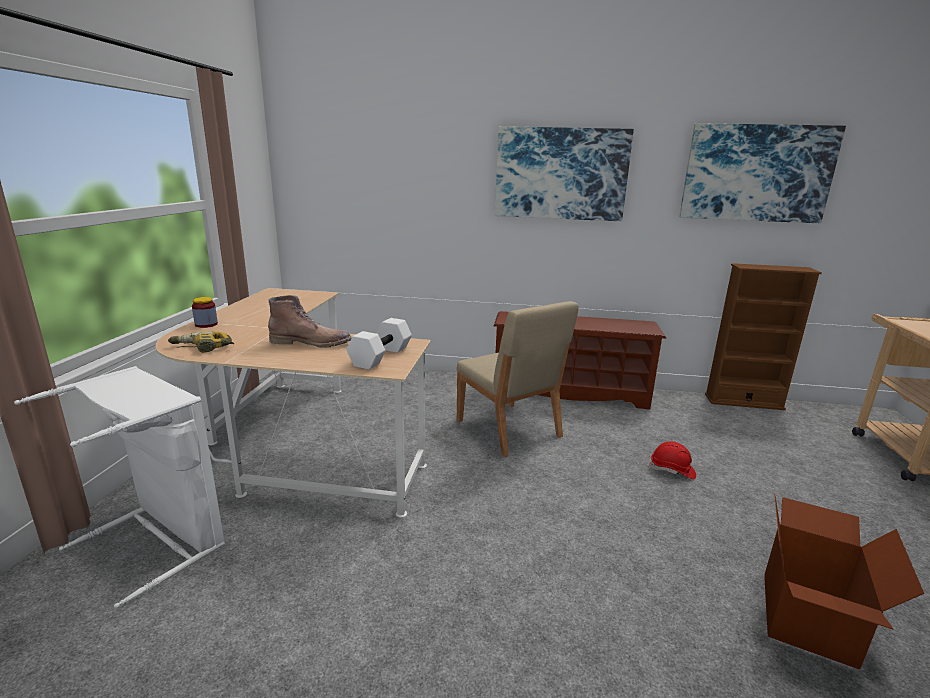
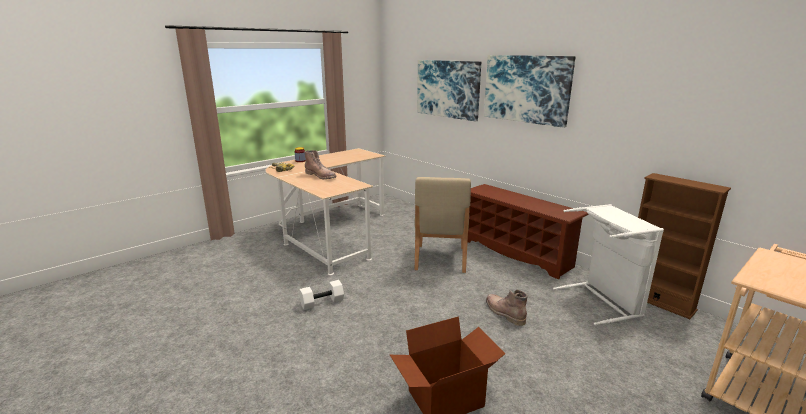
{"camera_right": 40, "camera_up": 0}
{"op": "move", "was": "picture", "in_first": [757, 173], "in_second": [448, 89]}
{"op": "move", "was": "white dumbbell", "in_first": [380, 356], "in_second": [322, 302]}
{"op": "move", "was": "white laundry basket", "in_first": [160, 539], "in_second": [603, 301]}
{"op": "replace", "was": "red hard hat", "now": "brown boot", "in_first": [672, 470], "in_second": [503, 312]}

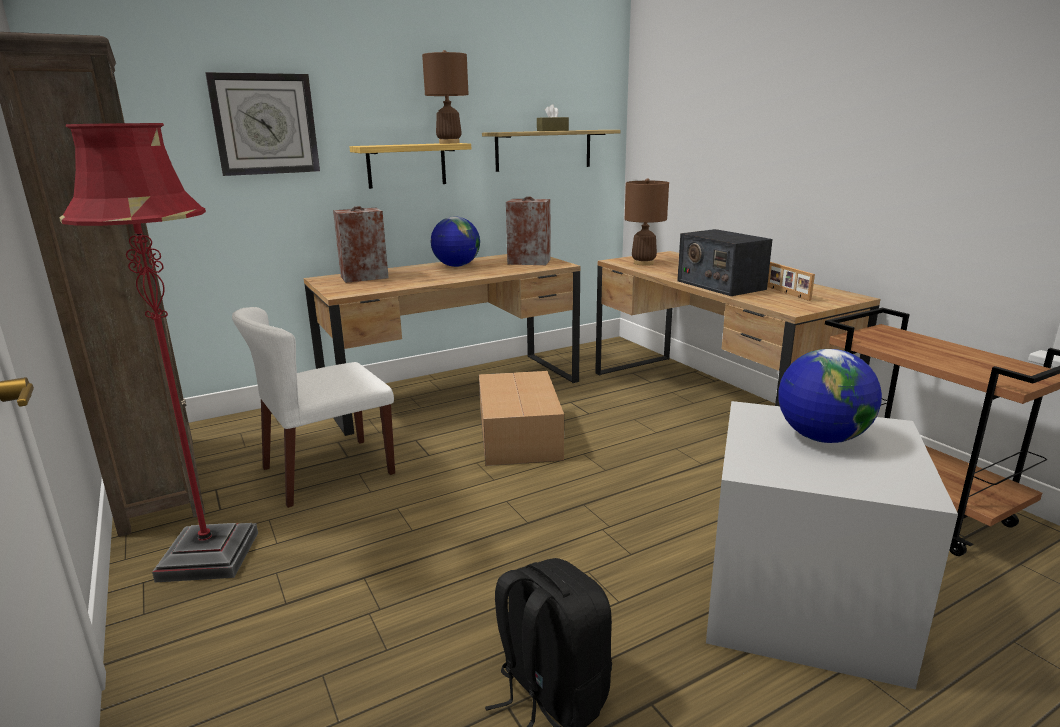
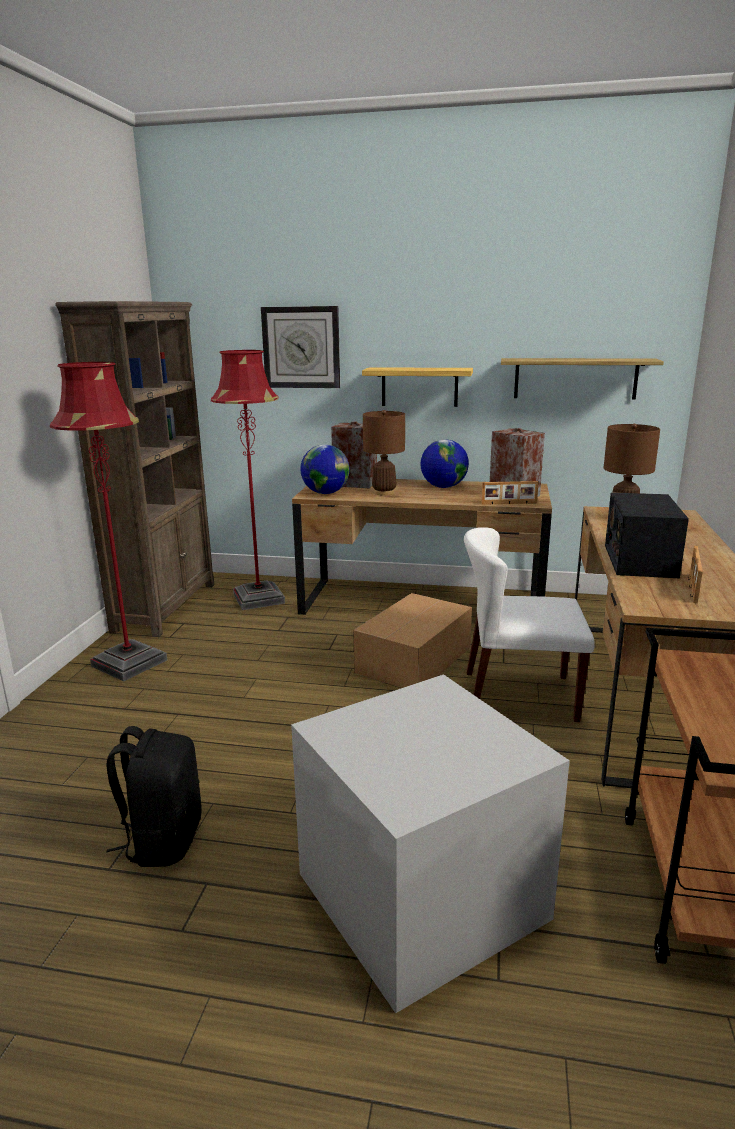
{"camera_right": 40, "camera_up": 0}
{"op": "move", "was": "brown table lamp", "in_first": [449, 143], "in_second": [384, 493]}
{"op": "delete", "was": "brown tissue box", "in_first": [552, 130]}
{"op": "move", "was": "white chair", "in_first": [327, 471], "in_second": [518, 696]}
{"op": "move", "was": "globe", "in_first": [821, 437], "in_second": [325, 493]}
{"op": "insert", "now": "red floor lamp", "in_second": [259, 599]}
{"op": "insert", "now": "picture frame", "in_second": [509, 503]}

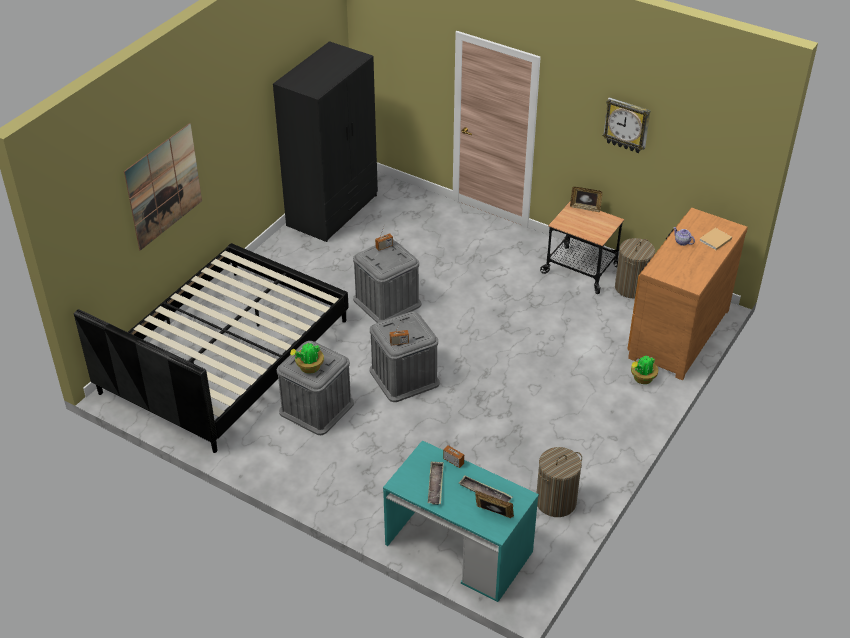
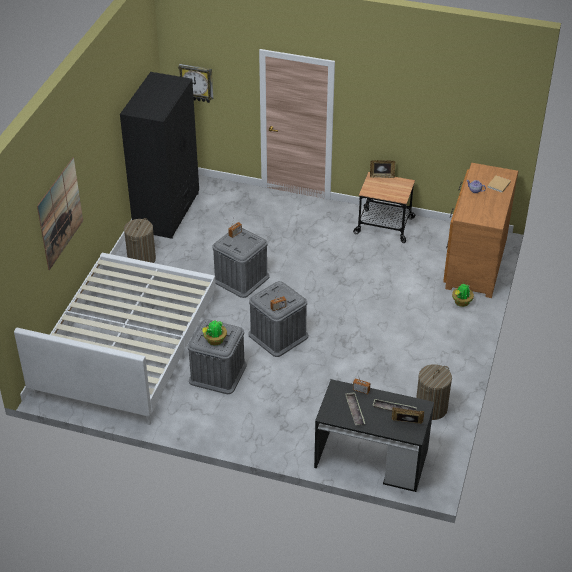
{"camera_right": -15, "camera_up": 0}
{"op": "move", "was": "wall clock", "in_first": [627, 125], "in_second": [196, 82]}
{"op": "move", "was": "laundry basket", "in_first": [631, 287], "in_second": [141, 259]}
{"op": "recolor", "was": "black bed", "now": "white bed", "in_first": [225, 356], "in_second": [126, 346]}
{"op": "recolor", "was": "turquoise desk", "now": "black desk", "in_first": [458, 548], "in_second": [371, 458]}

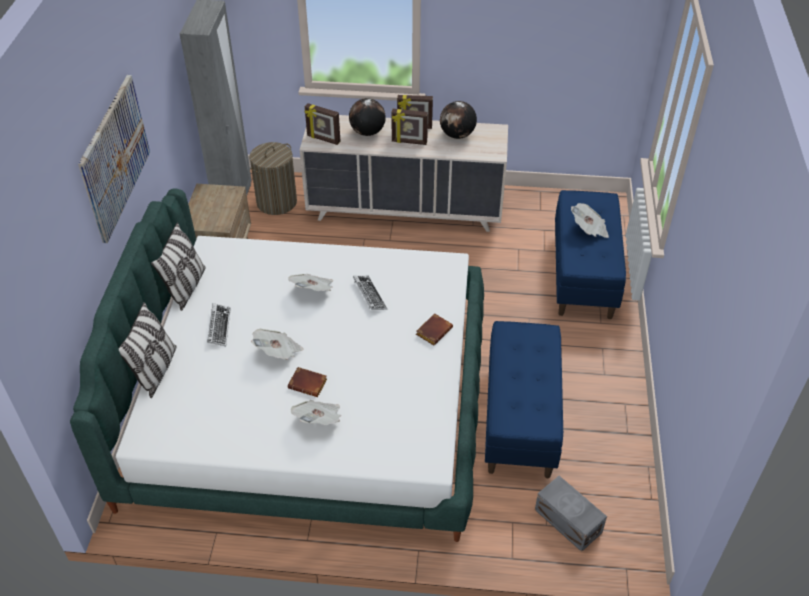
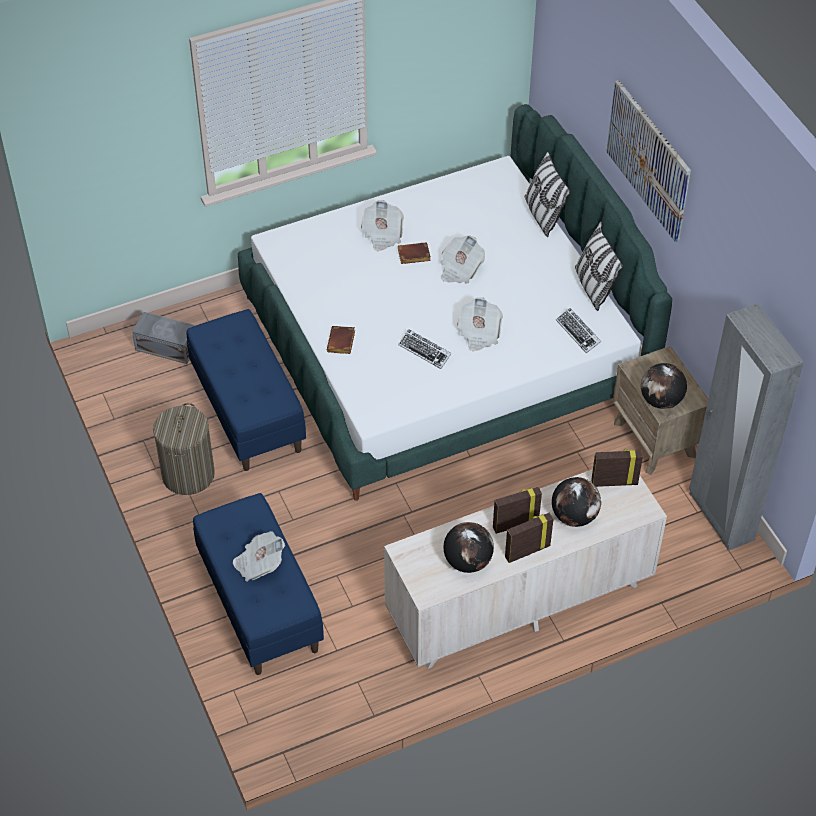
{"camera_right": 150, "camera_up": 5}
{"op": "move", "was": "laundry basket", "in_first": [276, 202], "in_second": [188, 474]}
{"op": "move", "was": "keyboard", "in_first": [219, 327], "in_second": [578, 333]}
{"op": "insert", "now": "globe", "in_second": [661, 401]}

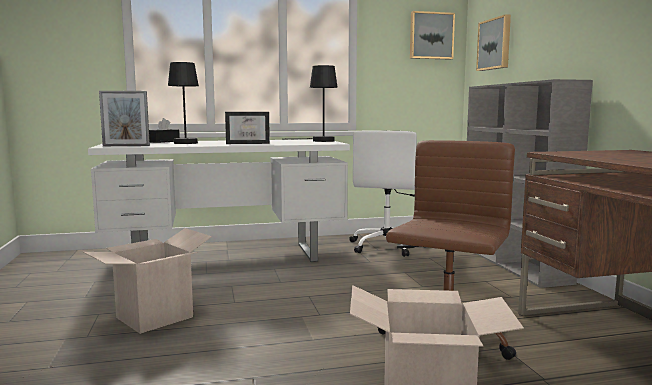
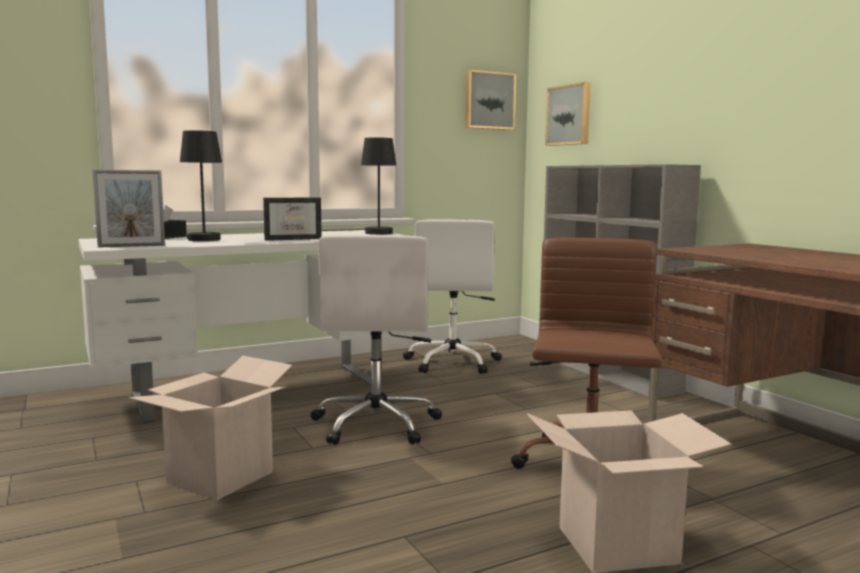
{"camera_right": -15, "camera_up": 0}
{"op": "insert", "now": "white office chair", "in_second": [376, 424]}

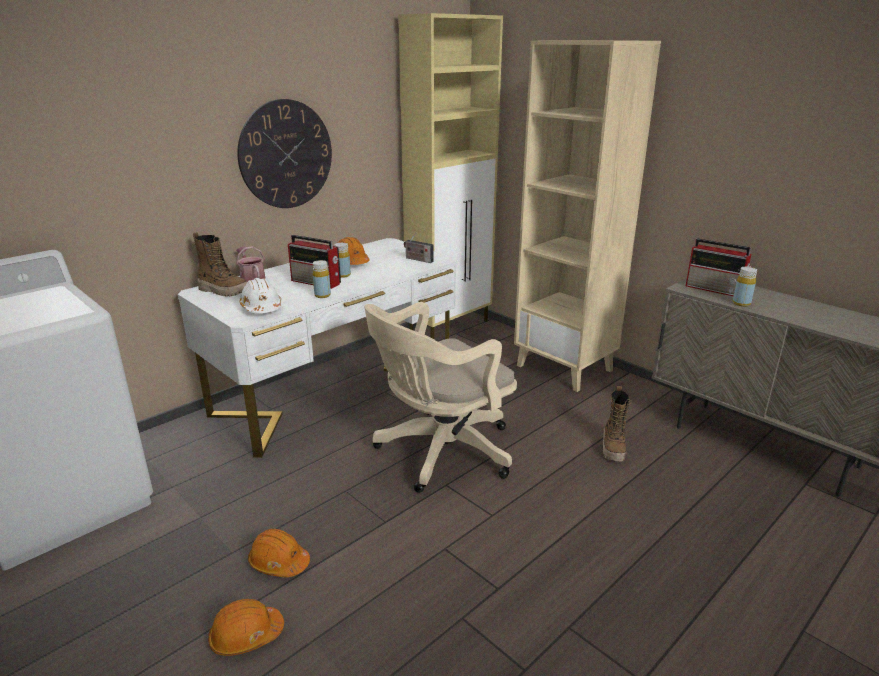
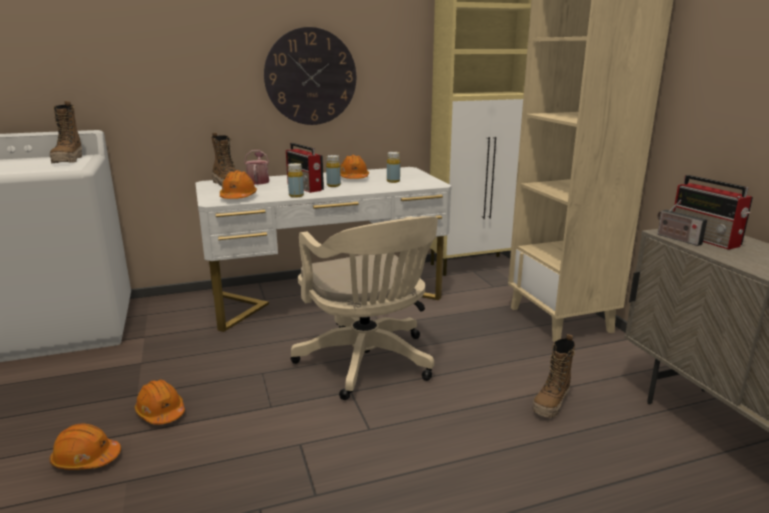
{"camera_right": 25, "camera_up": -5}
{"op": "move", "was": "radio", "in_first": [418, 259], "in_second": [676, 239]}
{"op": "move", "was": "yellow bottle", "in_first": [741, 303], "in_second": [393, 181]}
{"op": "recolor", "was": "white hard hat", "now": "orange hard hat", "in_first": [261, 307], "in_second": [238, 197]}
{"op": "rotate", "was": "beige office chair", "in_first": [439, 453], "in_second": [368, 364], "clockwise": -105}
{"op": "insert", "now": "boot", "in_second": [69, 161]}

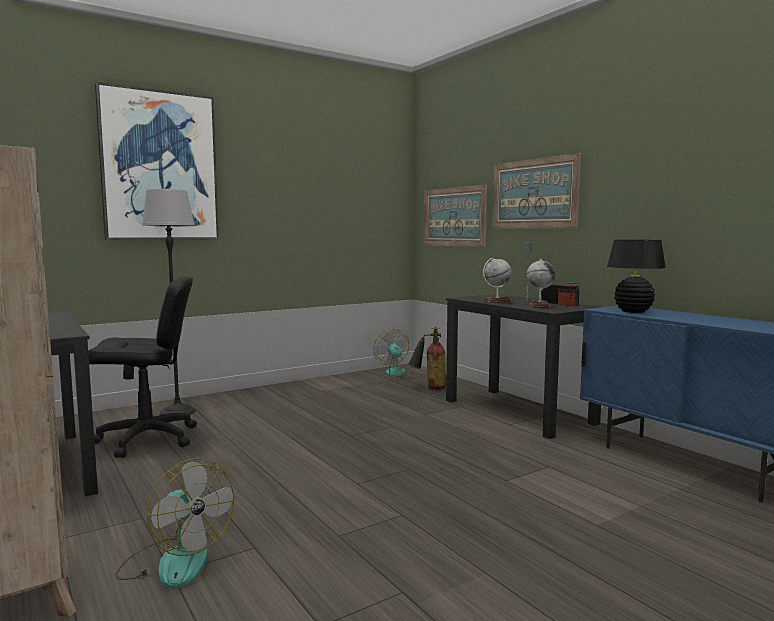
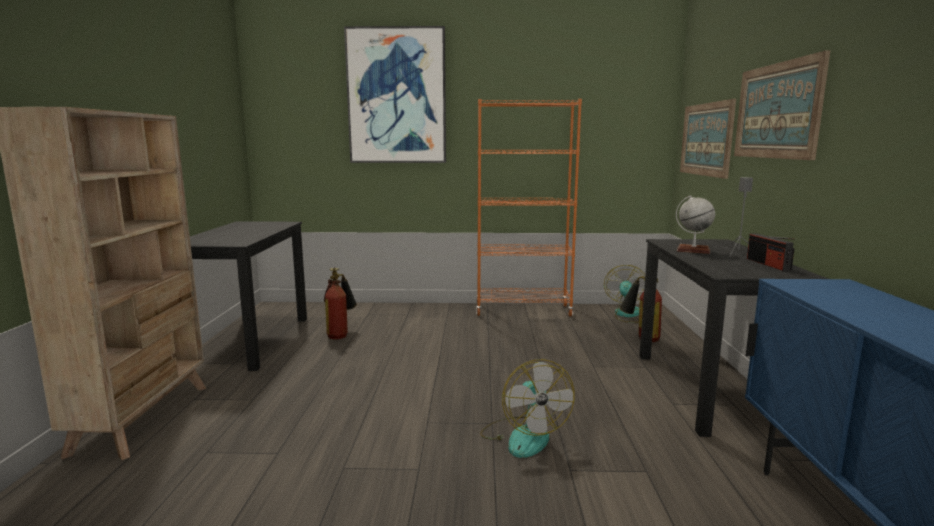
{"camera_right": 35, "camera_up": 5}
{"op": "delete", "was": "floor lamp", "in_first": [178, 412]}
{"op": "delete", "was": "black table lamp", "in_first": [633, 311]}
{"op": "delete", "was": "globe", "in_first": [539, 305]}
{"op": "replace", "was": "black office chair", "now": "fire extinguisher", "in_first": [147, 439], "in_second": [342, 334]}
{"op": "move", "was": "fan", "in_first": [175, 561], "in_second": [523, 436]}
{"op": "insert", "now": "orange bookcase", "in_second": [523, 310]}

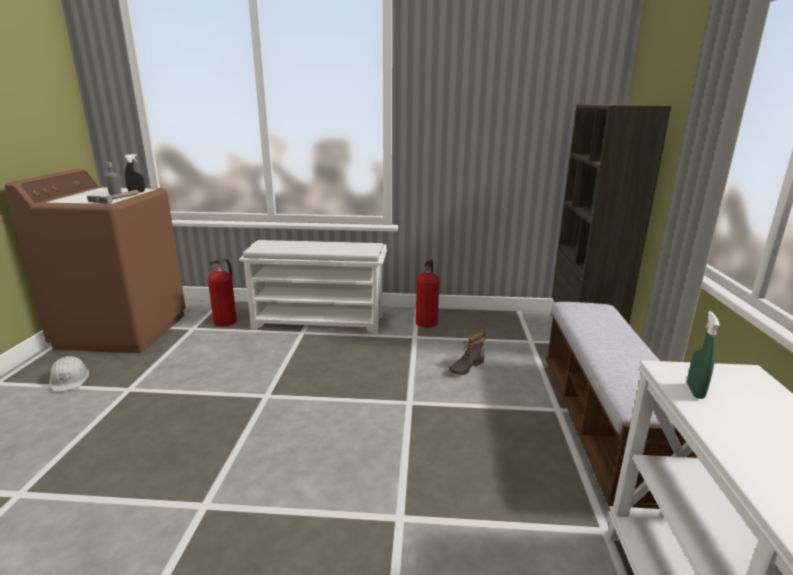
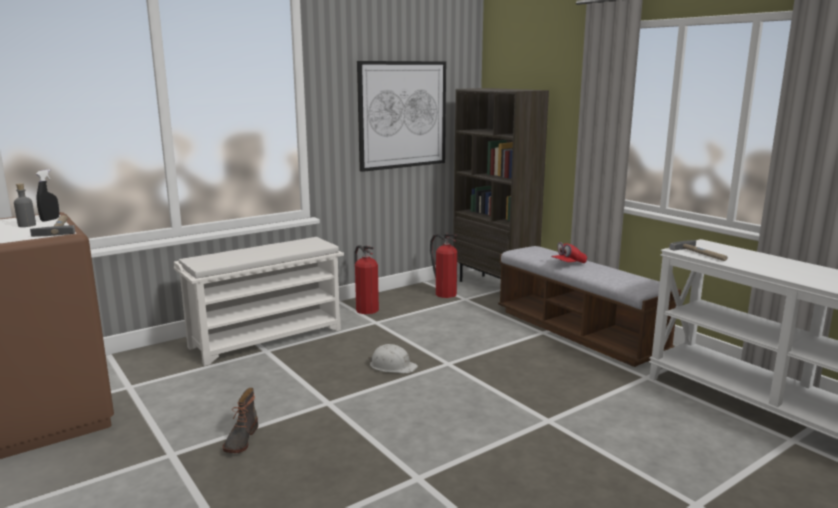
{"camera_right": -40, "camera_up": -5}
{"op": "move", "was": "fire extinguisher", "in_first": [226, 320], "in_second": [444, 293]}
{"op": "replace", "was": "green spray bottle", "now": "hammer", "in_first": [695, 391], "in_second": [702, 254]}
{"op": "move", "was": "boot", "in_first": [466, 366], "in_second": [240, 439]}
{"op": "move", "was": "white hard hat", "in_first": [69, 379], "in_second": [392, 366]}
{"op": "insert", "now": "picture", "in_second": [402, 115]}
{"op": "insert", "now": "red cap", "in_second": [568, 264]}

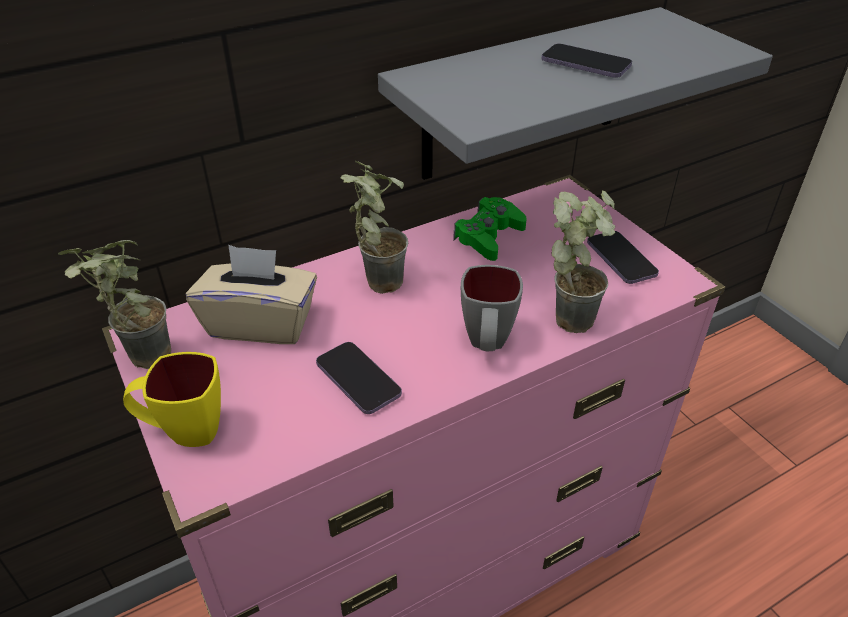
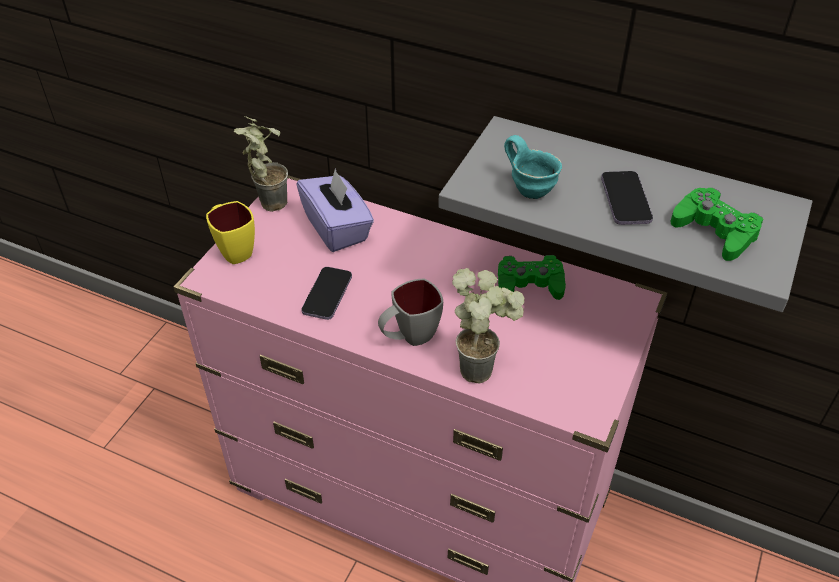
{"camera_right": 55, "camera_up": 5}
{"op": "delete", "was": "potted plant", "in_first": [375, 279]}
{"op": "delete", "was": "phone", "in_first": [621, 259]}
{"op": "recolor", "was": "beige tissue box", "now": "purple tissue box", "in_first": [261, 323], "in_second": [337, 228]}
{"op": "insert", "now": "turquoise mug", "in_second": [531, 188]}
{"op": "insert", "now": "green game controller", "in_second": [715, 231]}

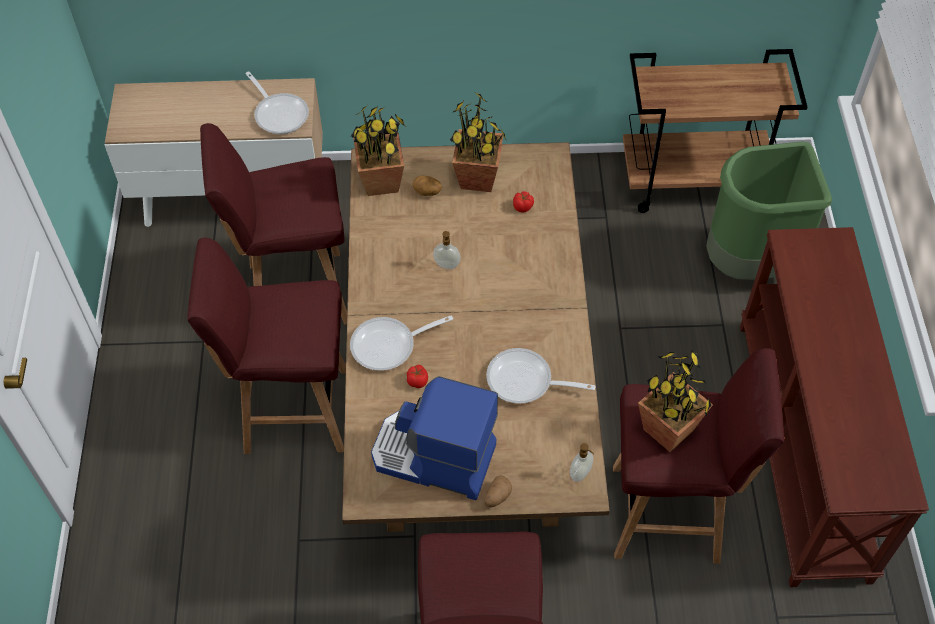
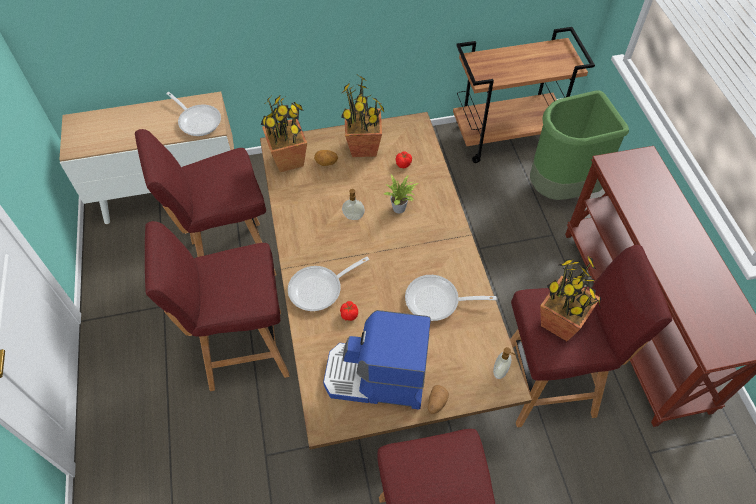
{"camera_right": -10, "camera_up": 0}
{"op": "insert", "now": "potted plant", "in_second": [401, 208]}

